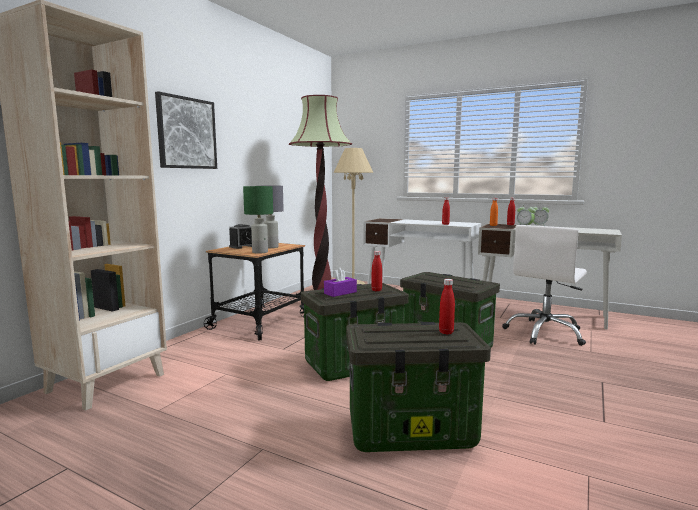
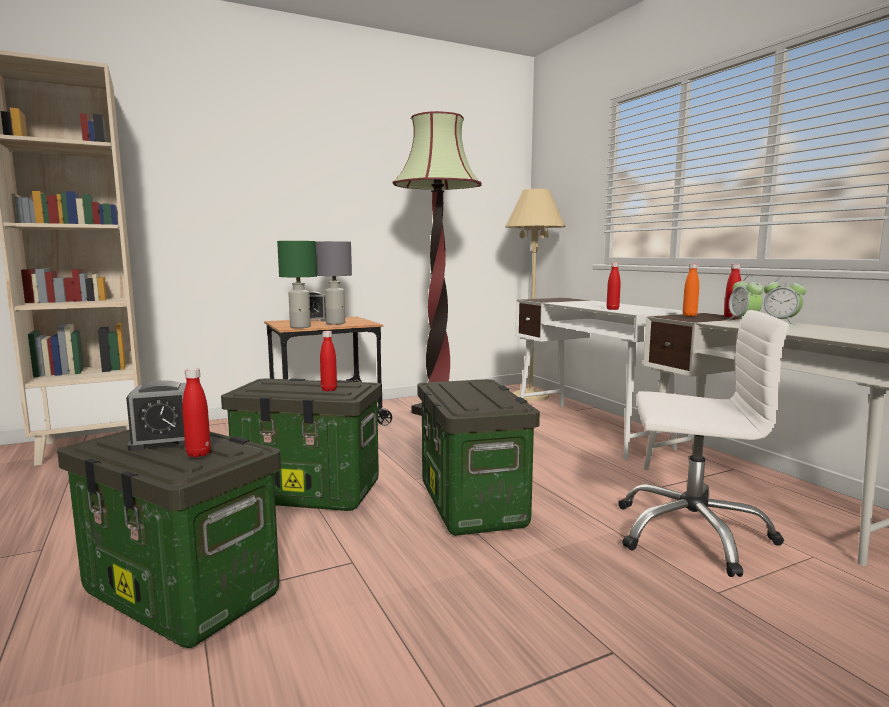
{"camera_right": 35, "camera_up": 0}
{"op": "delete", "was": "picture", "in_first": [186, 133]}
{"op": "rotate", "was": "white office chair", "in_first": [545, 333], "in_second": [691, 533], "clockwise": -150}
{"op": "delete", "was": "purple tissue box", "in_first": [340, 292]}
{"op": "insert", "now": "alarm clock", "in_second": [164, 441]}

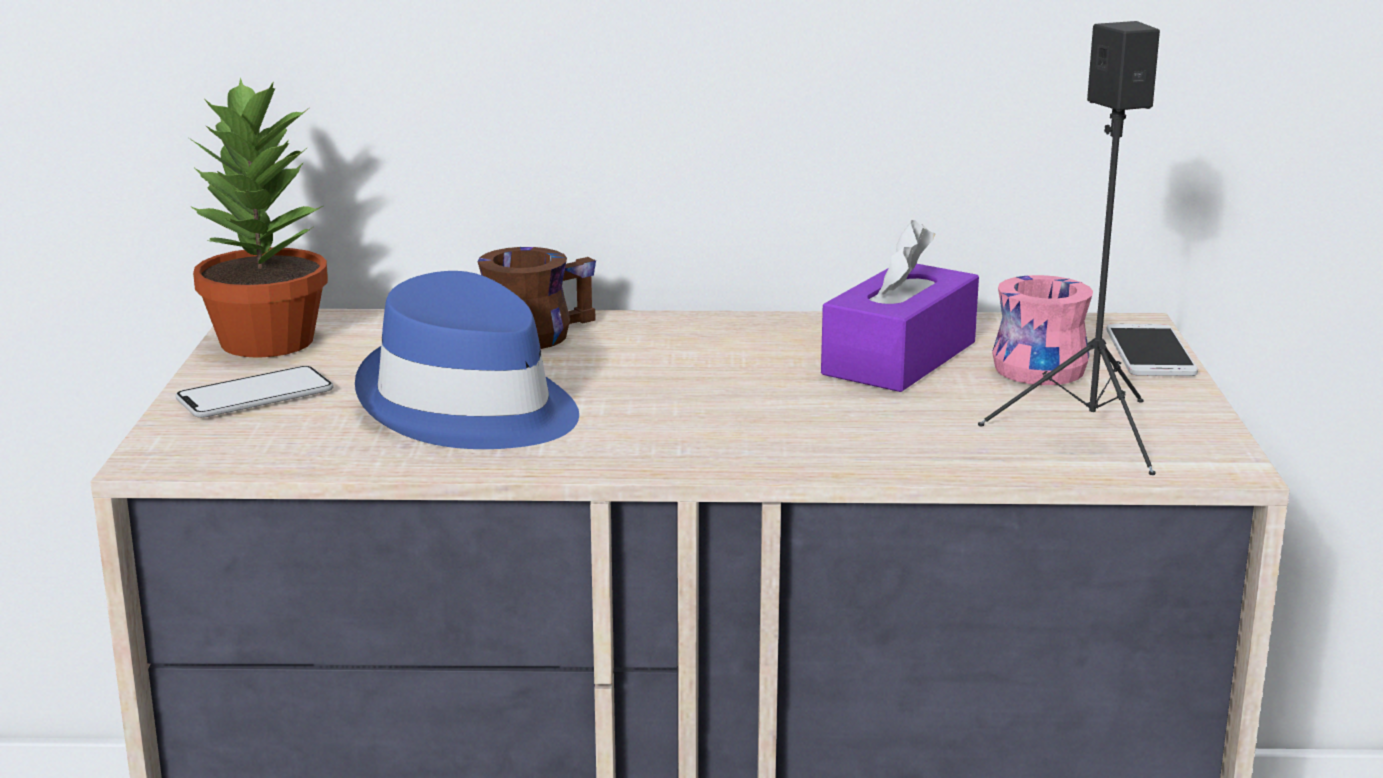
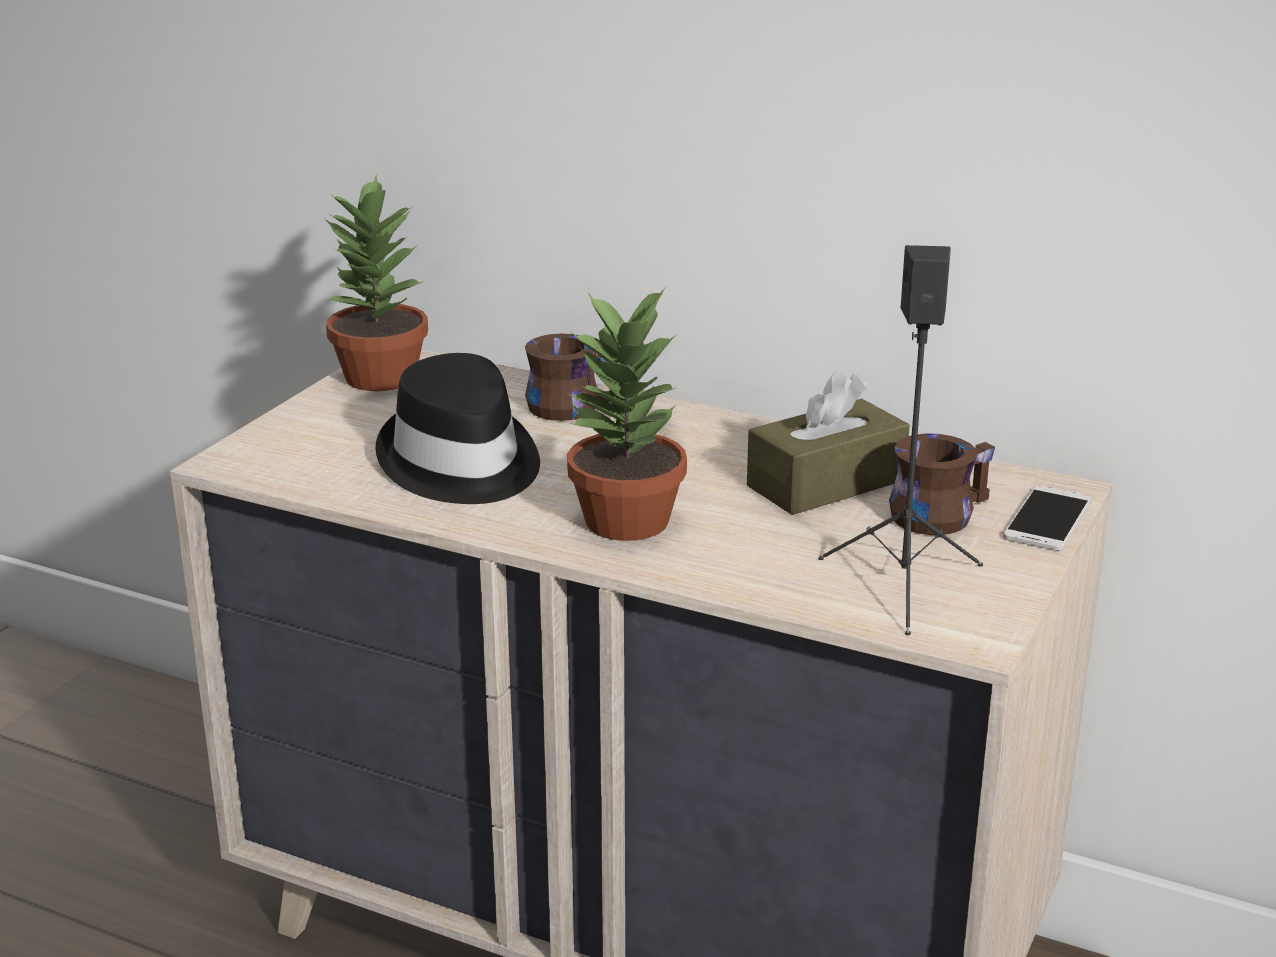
{"camera_right": 25, "camera_up": 5}
{"op": "recolor", "was": "purple tissue box", "now": "brown tissue box", "in_first": [899, 358], "in_second": [826, 483]}
{"op": "recolor", "was": "blue hat", "now": "black hat", "in_first": [469, 408], "in_second": [459, 463]}
{"op": "recolor", "was": "pink mug", "now": "brown mug", "in_first": [1038, 363], "in_second": [935, 511]}
{"op": "delete", "was": "phone", "in_first": [255, 395]}
{"op": "insert", "now": "potted plant", "in_second": [628, 522]}

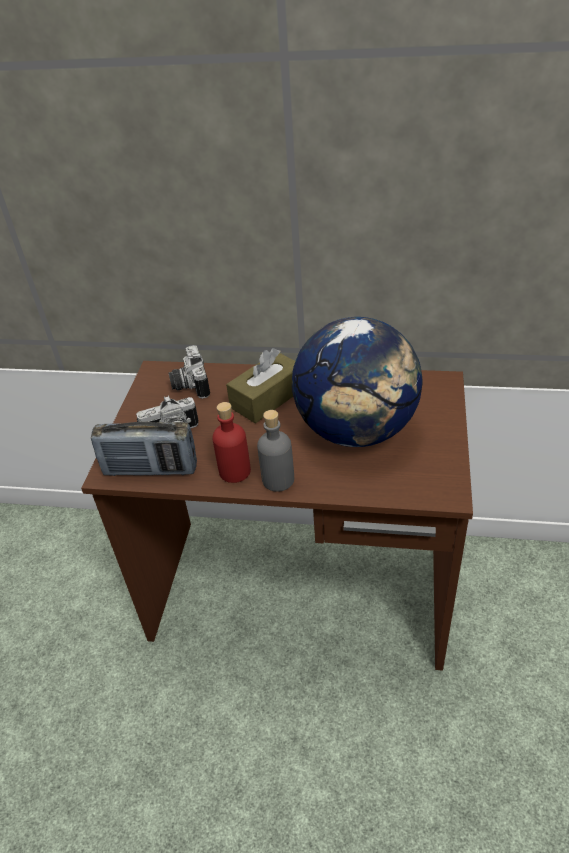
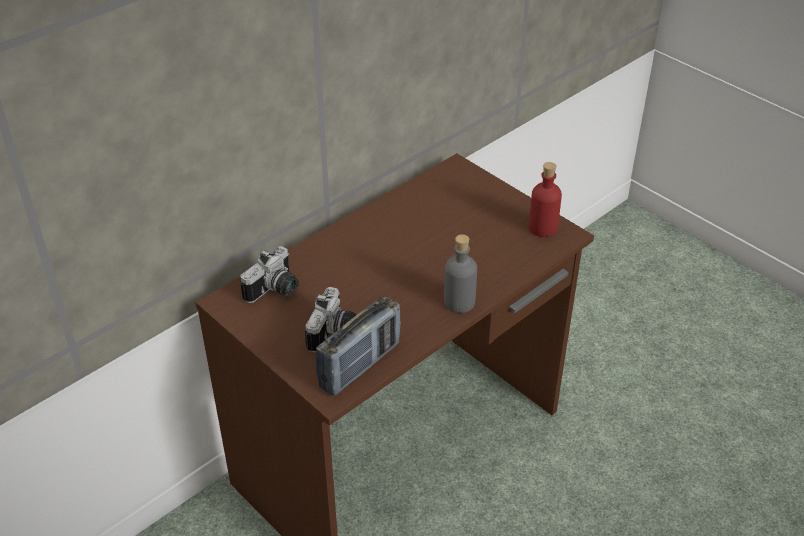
{"camera_right": -55, "camera_up": 0}
{"op": "delete", "was": "globe", "in_first": [357, 430]}
{"op": "rotate", "was": "photo camera", "in_first": [189, 384], "in_second": [275, 291], "clockwise": -75}
{"op": "delete", "was": "brown tissue box", "in_first": [267, 398]}
{"op": "move", "was": "red bottle", "in_first": [234, 471], "in_second": [542, 228]}

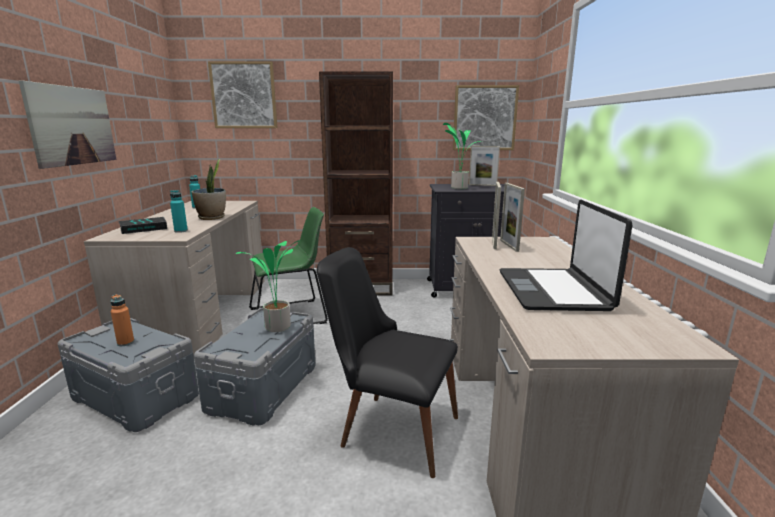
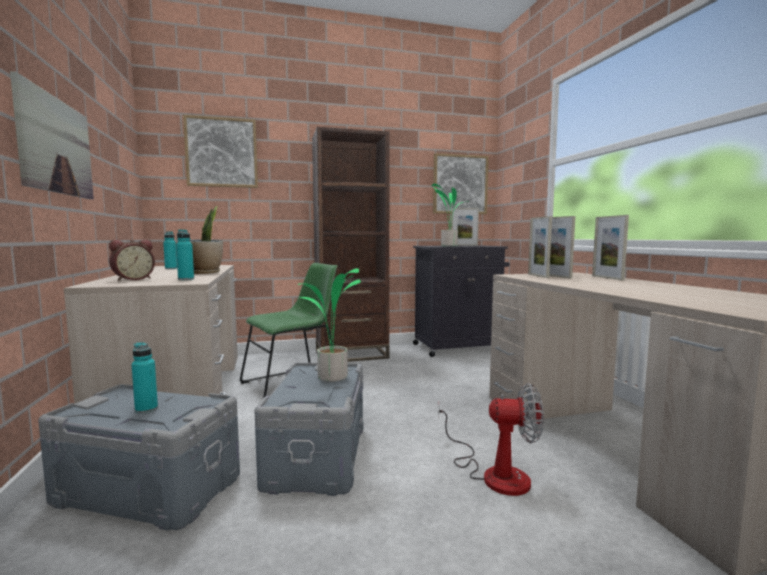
{"camera_right": -15, "camera_up": -10}
{"op": "delete", "was": "laptop", "in_first": [553, 290]}
{"op": "replace", "was": "book", "now": "alarm clock", "in_first": [144, 228], "in_second": [133, 279]}
{"op": "replace", "was": "black chair", "now": "fan", "in_first": [390, 427], "in_second": [493, 473]}
{"op": "recolor", "was": "orange bottle", "now": "turquoise bottle", "in_first": [125, 343], "in_second": [146, 409]}
{"op": "insert", "now": "picture frame", "in_second": [607, 278]}

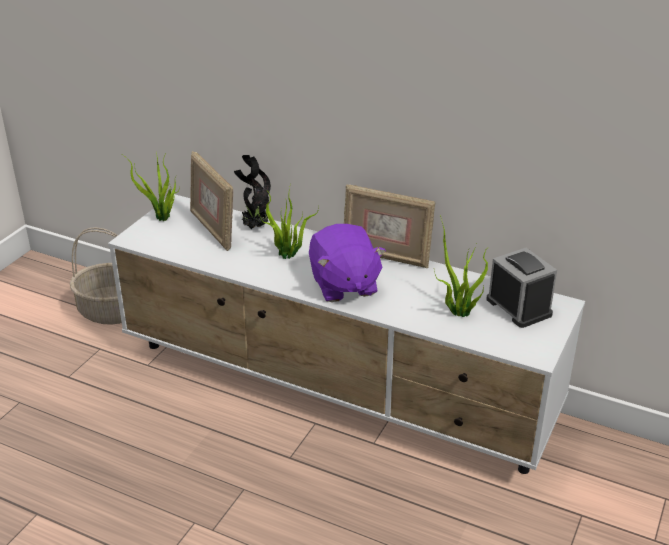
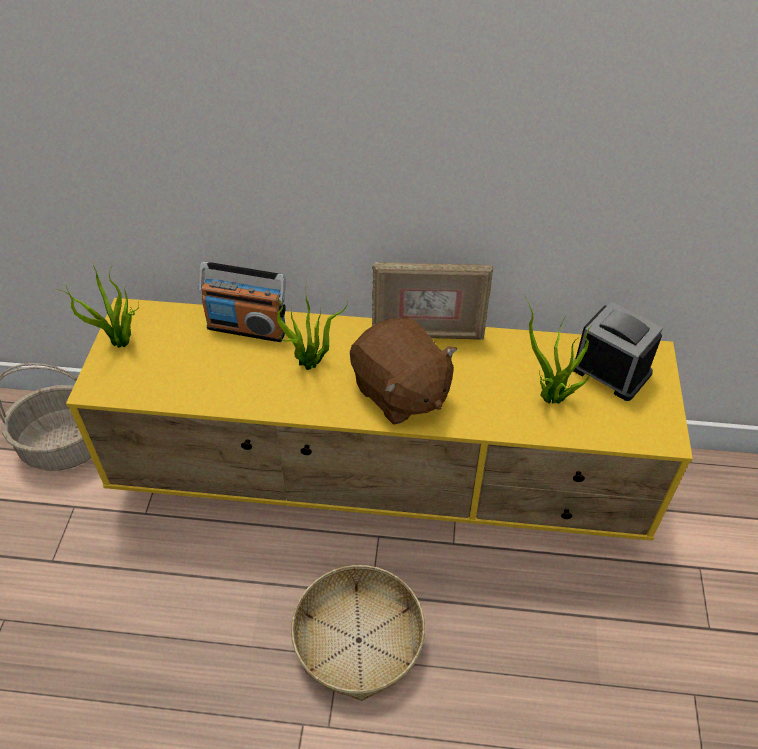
{"camera_right": -20, "camera_up": 15}
{"op": "delete", "was": "picture frame", "in_first": [213, 230]}
{"op": "replace", "was": "potted plant", "now": "radio", "in_first": [254, 227], "in_second": [247, 328]}
{"op": "recolor", "was": "white tv stand", "now": "yellow tv stand", "in_first": [336, 389], "in_second": [382, 482]}
{"op": "recolor", "was": "purple plush toy", "now": "brown plush toy", "in_first": [343, 285], "in_second": [400, 392]}
{"op": "insert", "now": "basket", "in_second": [359, 640]}

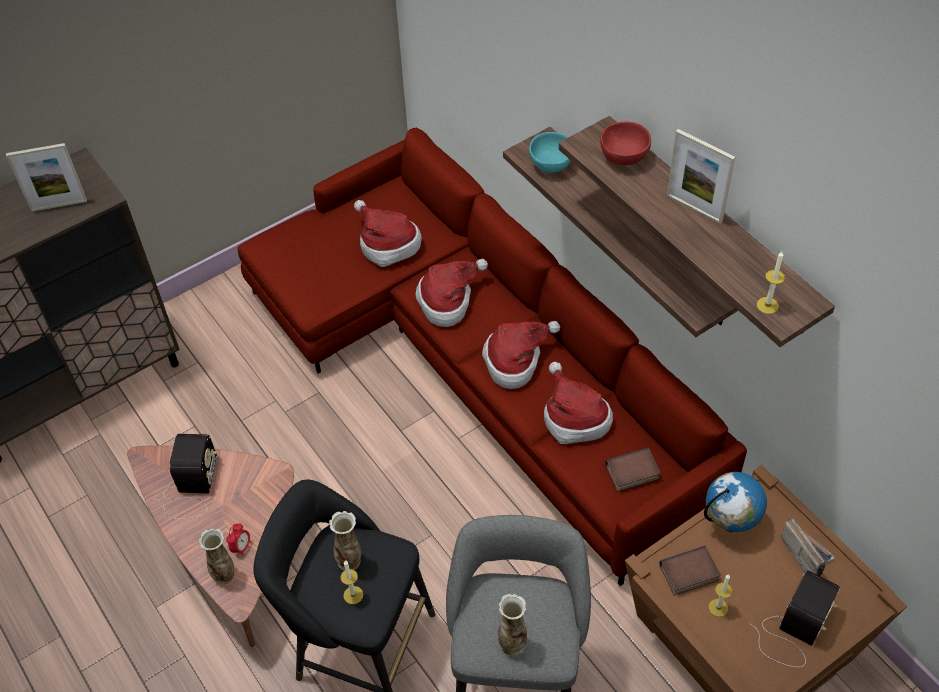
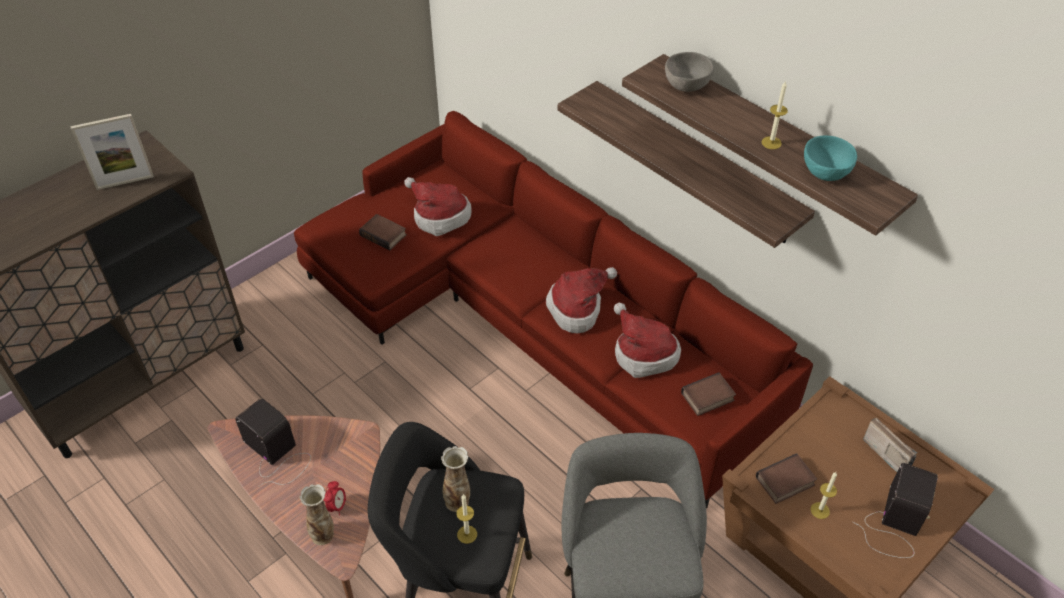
{"camera_right": -10, "camera_up": -5}
{"op": "recolor", "was": "red bowl", "now": "grey bowl", "in_first": [623, 157], "in_second": [686, 86]}
{"op": "delete", "was": "picture frame", "in_first": [694, 208]}
{"op": "move", "was": "turquoise bowl", "in_first": [550, 165], "in_second": [824, 173]}
{"op": "move", "was": "candle", "in_first": [767, 305], "in_second": [771, 143]}
{"op": "delete", "was": "hat", "in_first": [448, 300]}
{"op": "rotate", "was": "radio", "in_first": [191, 488], "in_second": [277, 455], "clockwise": -45}
{"op": "delete", "was": "globe", "in_first": [729, 524]}
{"op": "delete", "was": "vase", "in_first": [512, 643]}
{"op": "insert", "now": "book", "in_second": [384, 235]}

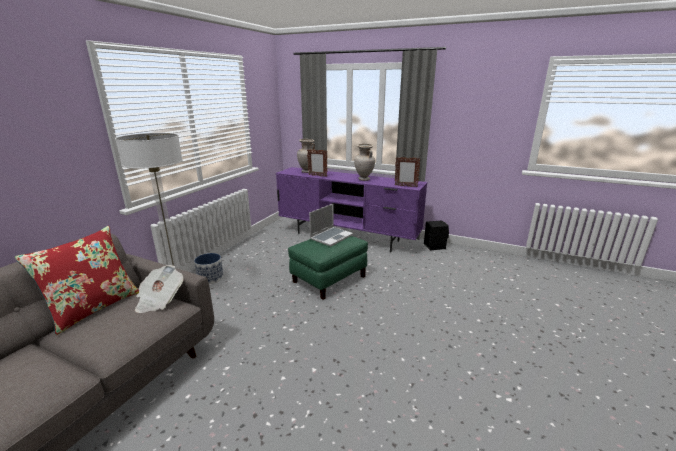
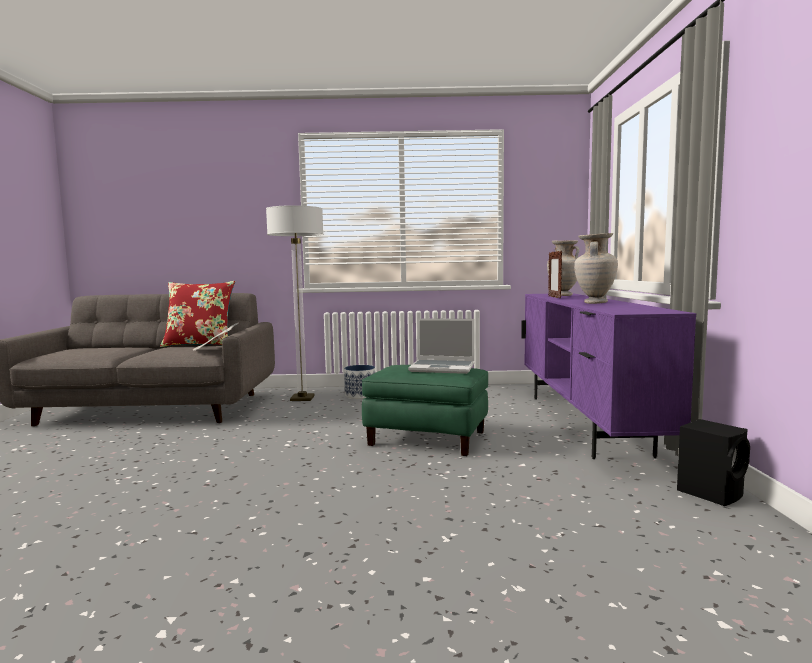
{"camera_right": 65, "camera_up": -15}
{"op": "delete", "was": "picture frame", "in_first": [405, 186]}

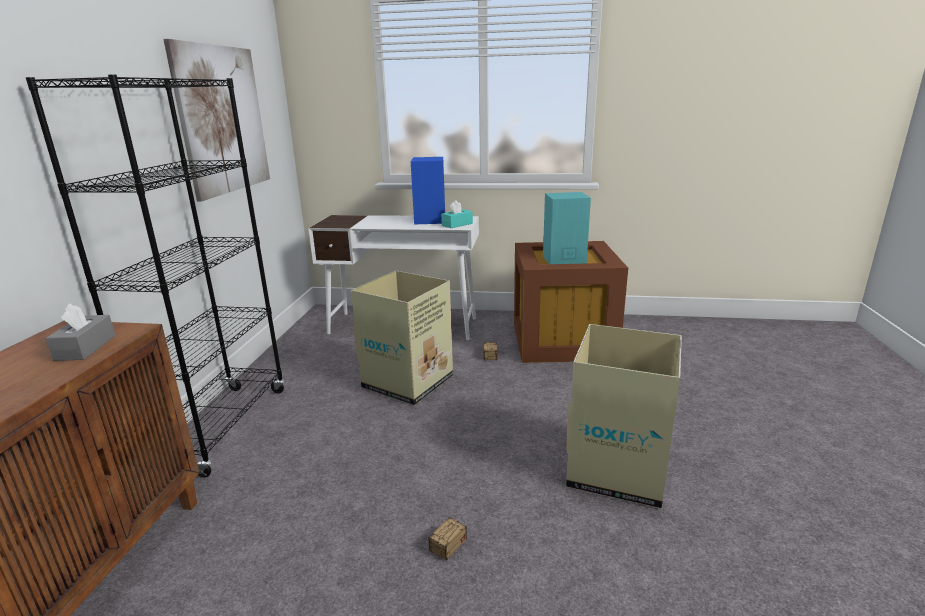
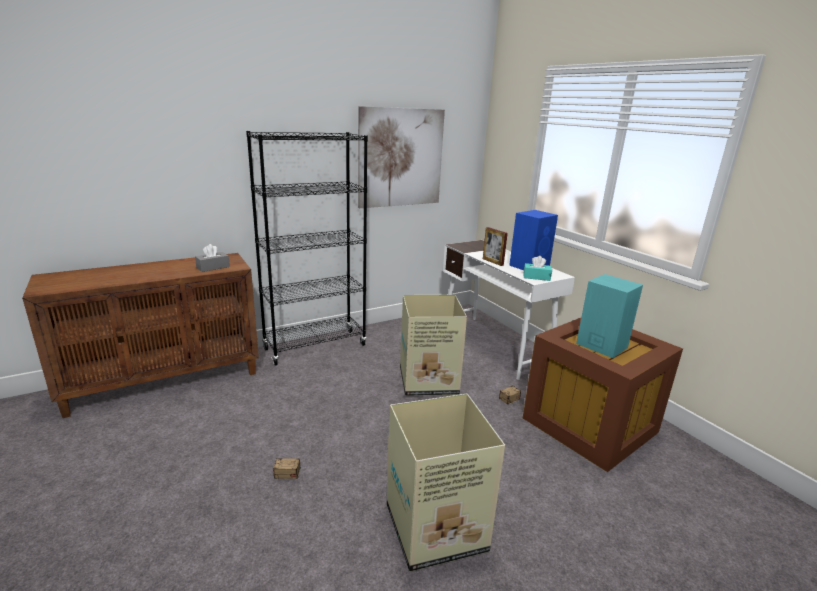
{"camera_right": 50, "camera_up": 0}
{"op": "insert", "now": "picture frame", "in_second": [492, 262]}

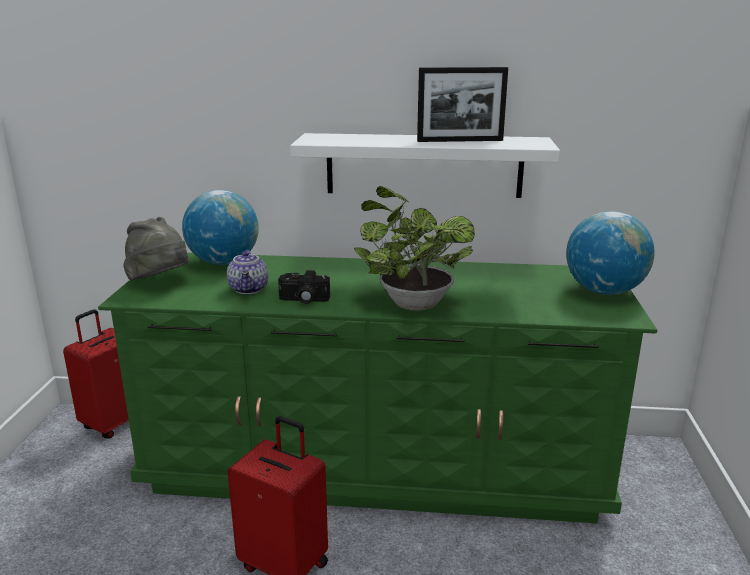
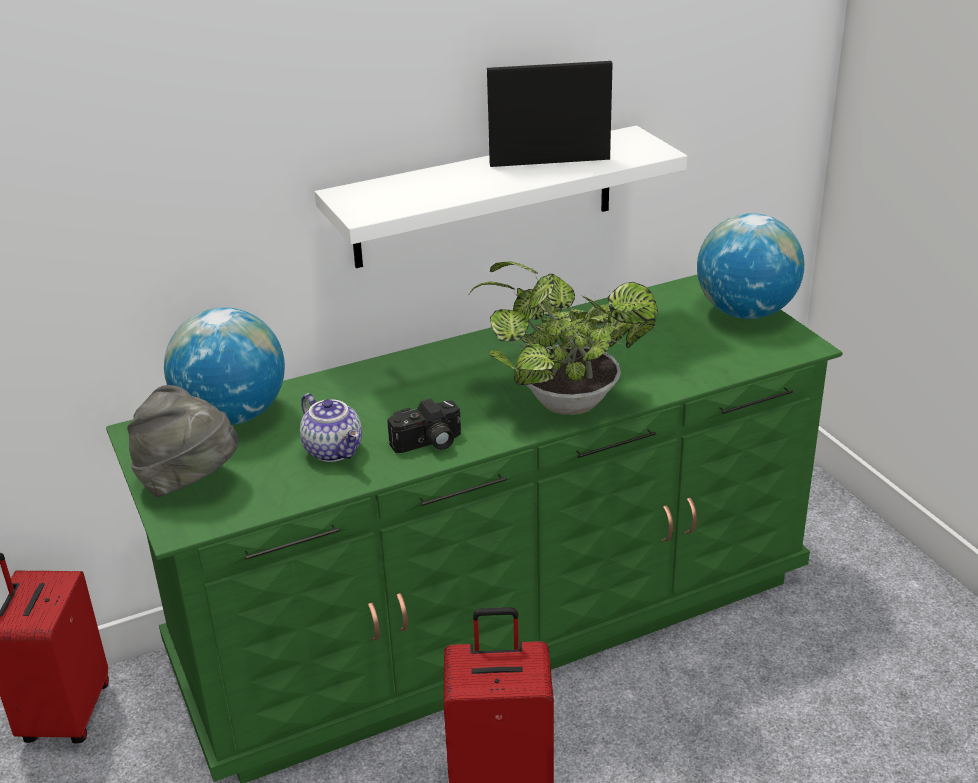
{"camera_right": -30, "camera_up": 10}
{"op": "rotate", "was": "picture frame", "in_first": [460, 140], "in_second": [549, 161], "clockwise": -150}

